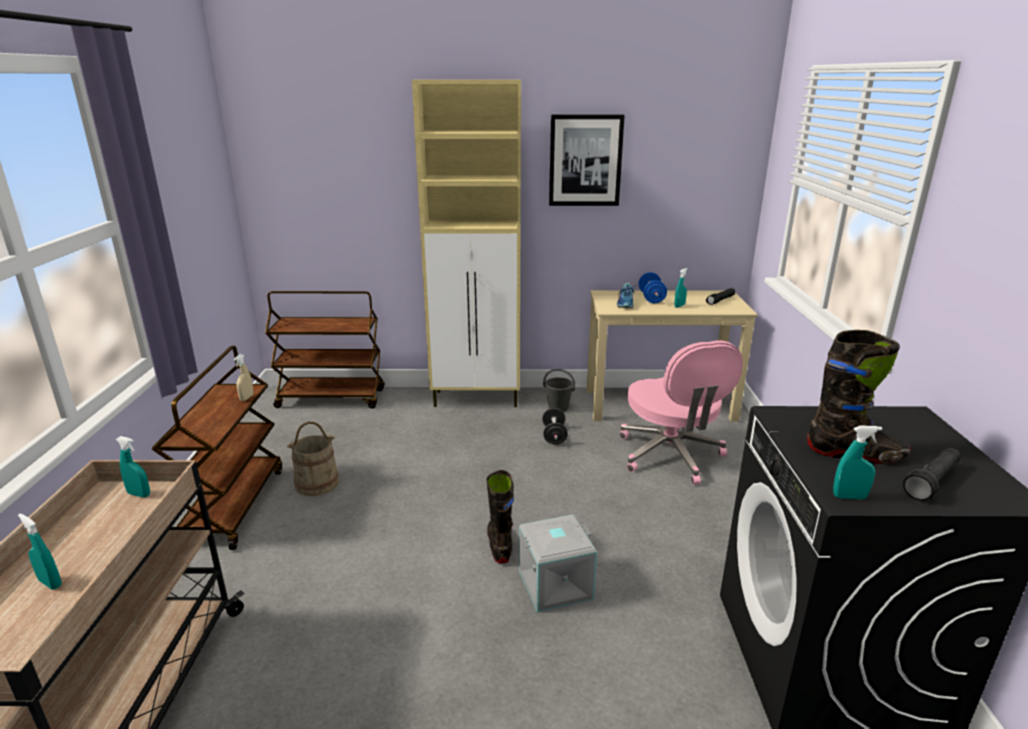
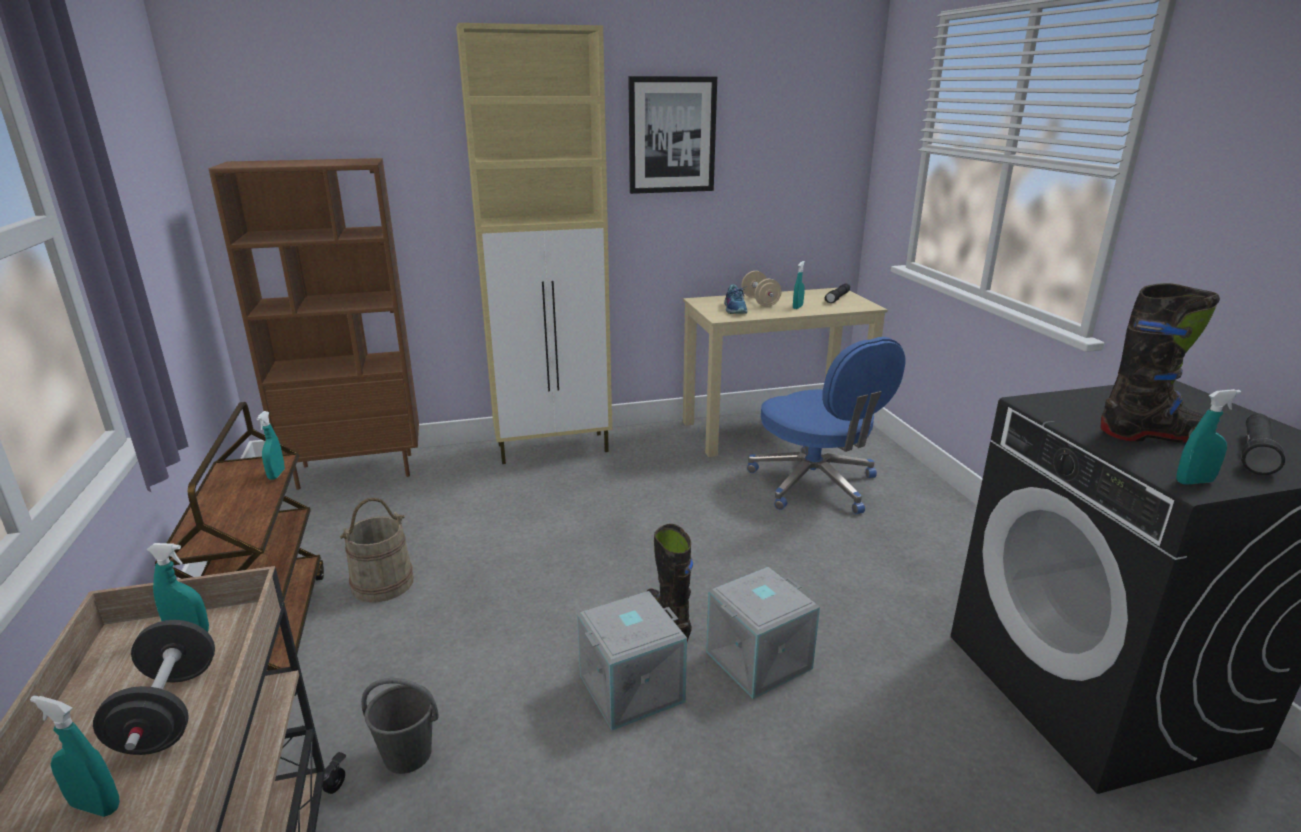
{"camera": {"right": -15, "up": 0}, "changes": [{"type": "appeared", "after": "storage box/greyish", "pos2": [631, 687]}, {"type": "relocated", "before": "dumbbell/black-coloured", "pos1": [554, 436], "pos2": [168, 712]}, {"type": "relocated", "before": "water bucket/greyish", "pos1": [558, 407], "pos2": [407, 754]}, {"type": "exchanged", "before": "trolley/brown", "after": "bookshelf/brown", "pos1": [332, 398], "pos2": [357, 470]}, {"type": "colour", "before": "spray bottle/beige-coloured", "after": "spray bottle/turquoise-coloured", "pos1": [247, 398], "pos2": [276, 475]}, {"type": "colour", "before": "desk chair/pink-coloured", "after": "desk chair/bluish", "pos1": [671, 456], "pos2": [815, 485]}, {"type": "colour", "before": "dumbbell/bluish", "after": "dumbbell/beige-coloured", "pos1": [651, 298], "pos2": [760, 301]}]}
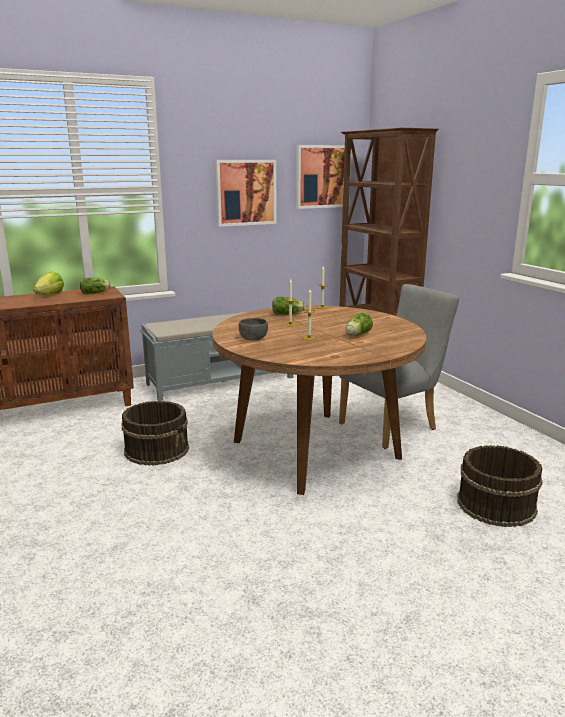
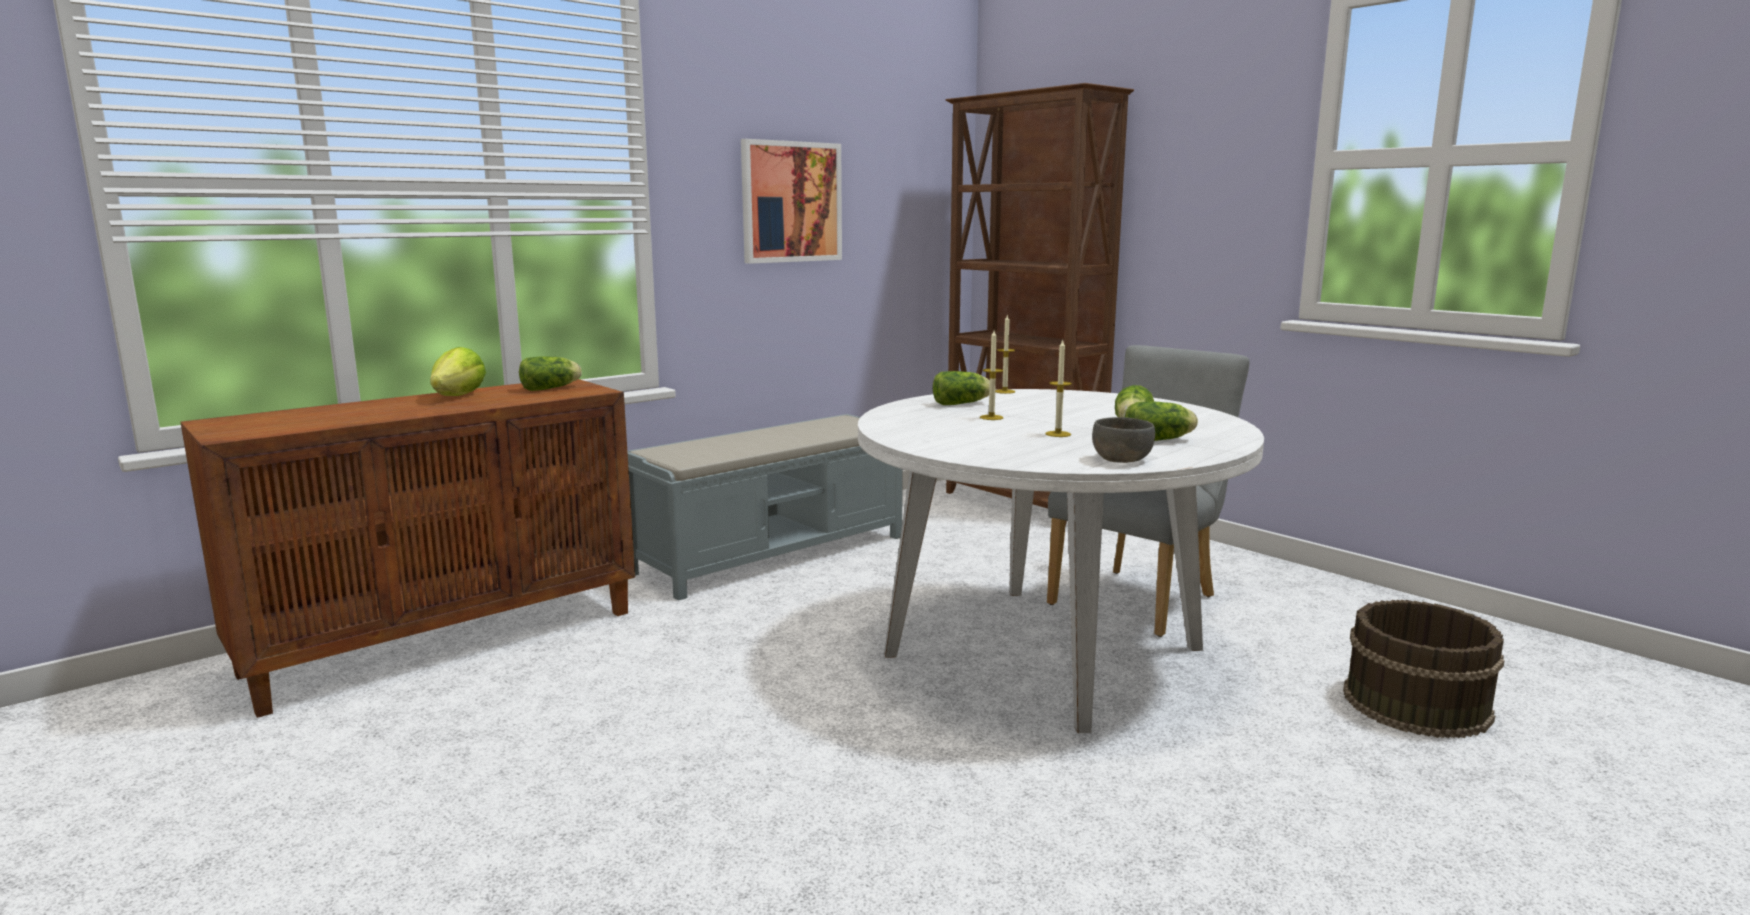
{"camera": {"right": -15, "up": -5}, "changes": [{"type": "missing", "before": "water bucket/brown", "pos1": [157, 449]}, {"type": "missing", "before": "wall picture", "pos1": [322, 176]}, {"type": "appeared", "after": "lettuce", "pos2": [1160, 440]}, {"type": "relocated", "before": "bowl/greyish", "pos1": [253, 338], "pos2": [1121, 459]}, {"type": "colour", "before": "dinner table/brown", "after": "dinner table/whitish", "pos1": [315, 449], "pos2": [1044, 651]}]}
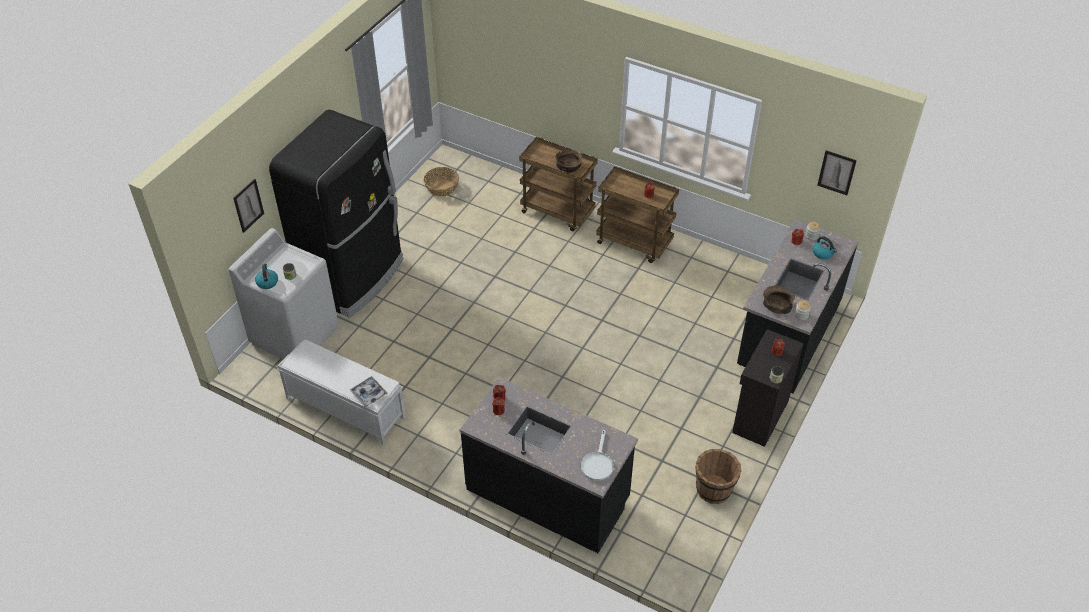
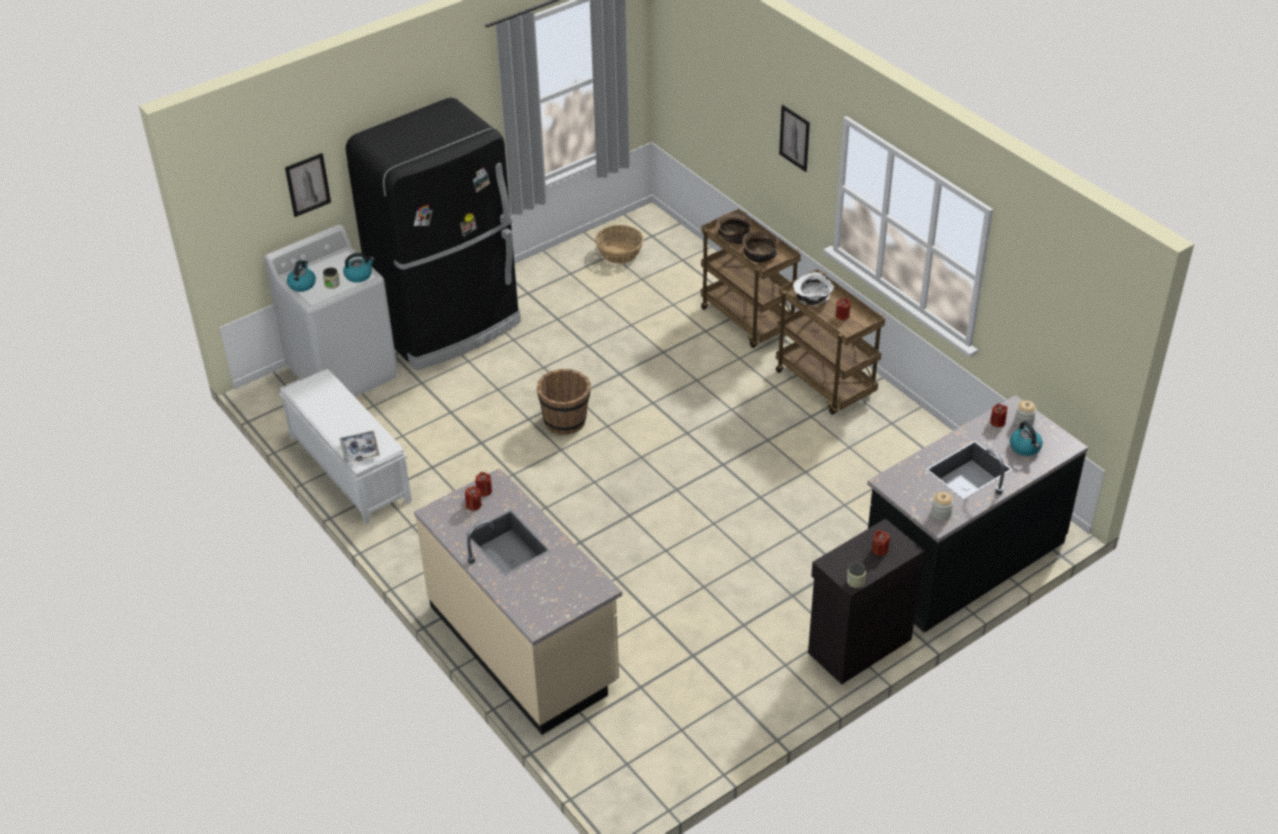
{"camera": {"right": 25, "up": -5}, "changes": [{"type": "missing", "before": "pan/whitish", "pos1": [597, 463]}, {"type": "appeared", "after": "kettle", "pos2": [359, 275]}, {"type": "appeared", "after": "bowl/whitish", "pos2": [812, 298]}, {"type": "relocated", "before": "water bucket/brown", "pos1": [714, 489], "pos2": [565, 421]}, {"type": "relocated", "before": "bowl/brown", "pos1": [776, 305], "pos2": [733, 235]}, {"type": "relocated", "before": "wall picture", "pos1": [836, 172], "pos2": [794, 138]}, {"type": "colour", "before": "kitchen base unit/black-coloured", "after": "kitchen base unit/beige-coloured", "pos1": [548, 494], "pos2": [524, 645]}]}
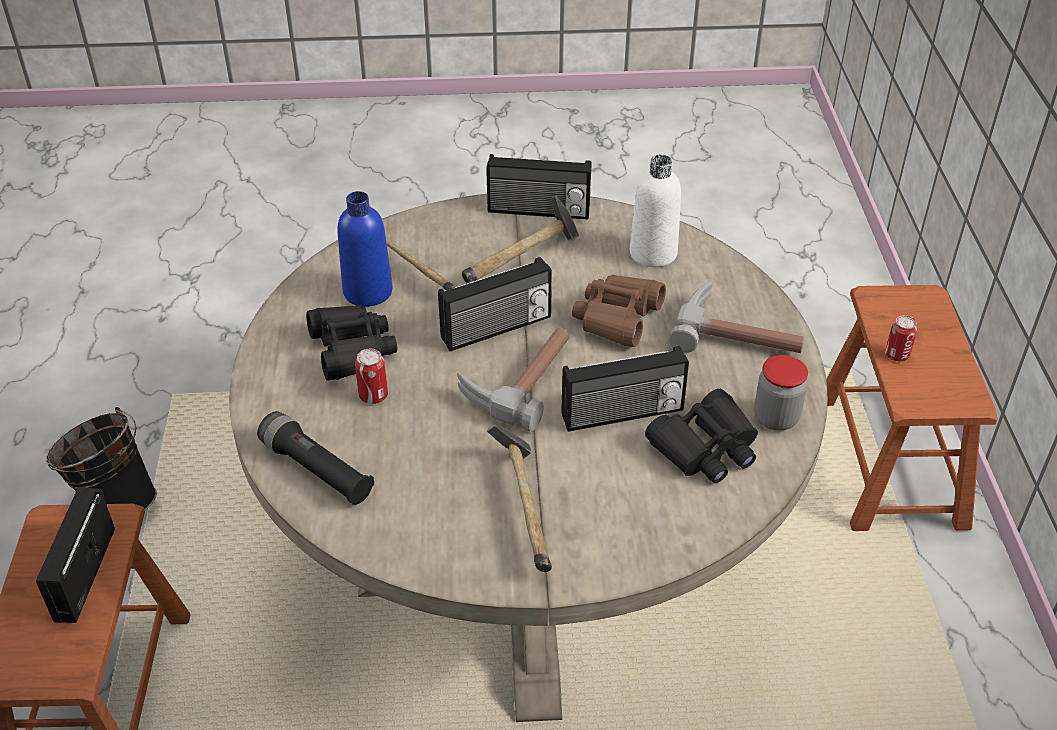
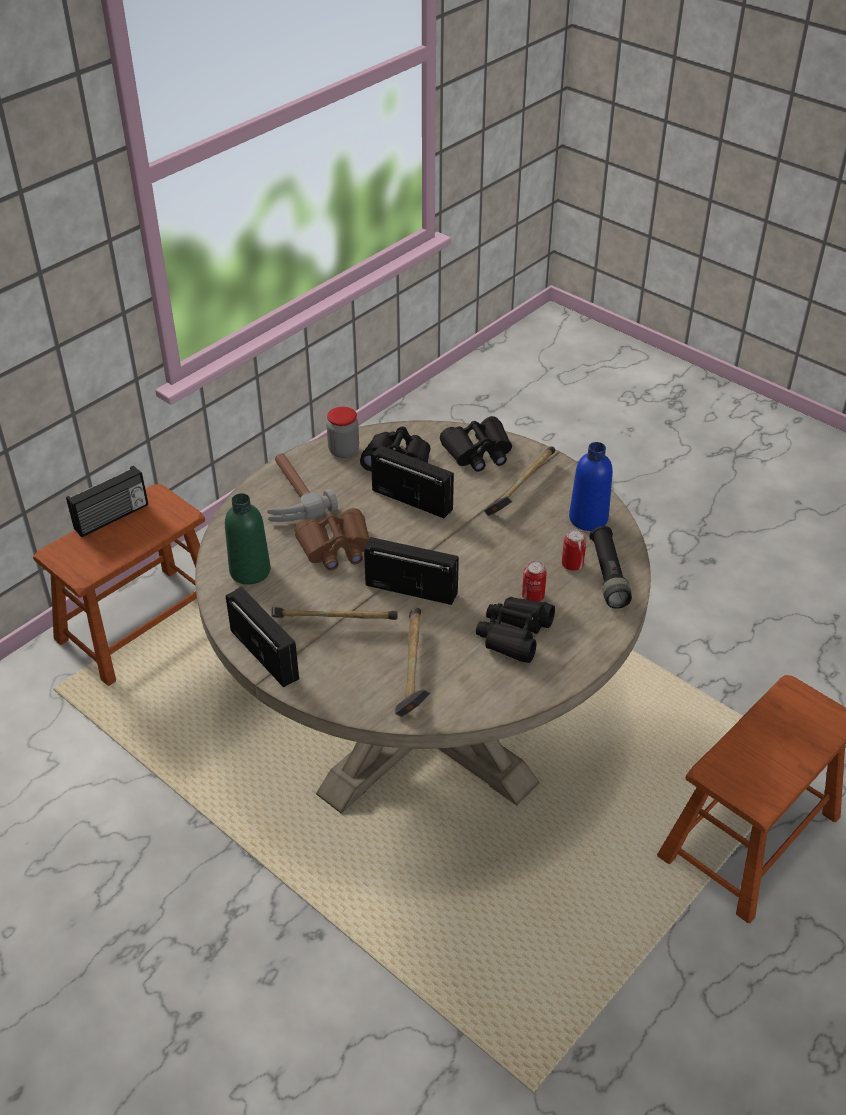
{"camera": {"right": -135, "up": 0}, "changes": [{"type": "missing", "before": "water bucket/black-coloured", "pos1": [115, 503]}, {"type": "missing", "before": "tool hammer", "pos1": [518, 379]}, {"type": "appeared", "after": "field glasses/black-coloured", "pos2": [478, 452]}, {"type": "relocated", "before": "radio set", "pos1": [83, 574], "pos2": [112, 518]}, {"type": "relocated", "before": "beverage bottle/bluish", "pos1": [368, 291], "pos2": [588, 518]}, {"type": "relocated", "before": "sealed can", "pos1": [897, 355], "pos2": [572, 564]}, {"type": "colour", "before": "beverage bottle/whitish", "after": "beverage bottle/greenish", "pos1": [653, 253], "pos2": [250, 571]}]}
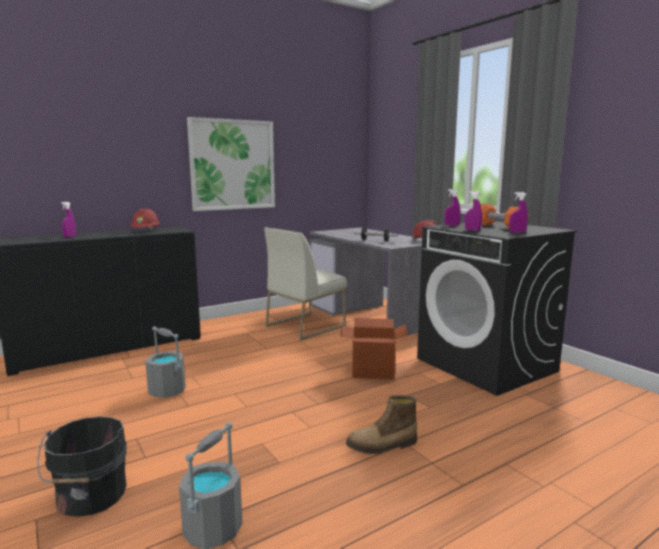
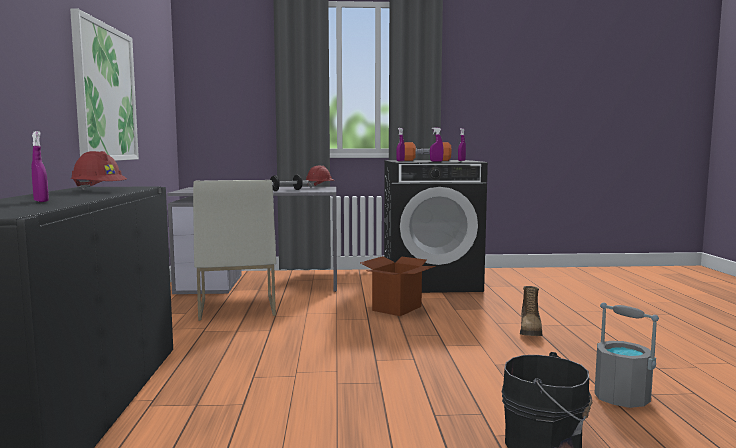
{"camera": {"right": -60, "up": -5}, "changes": [{"type": "missing", "before": "water bucket/greyish", "pos1": [167, 391]}]}
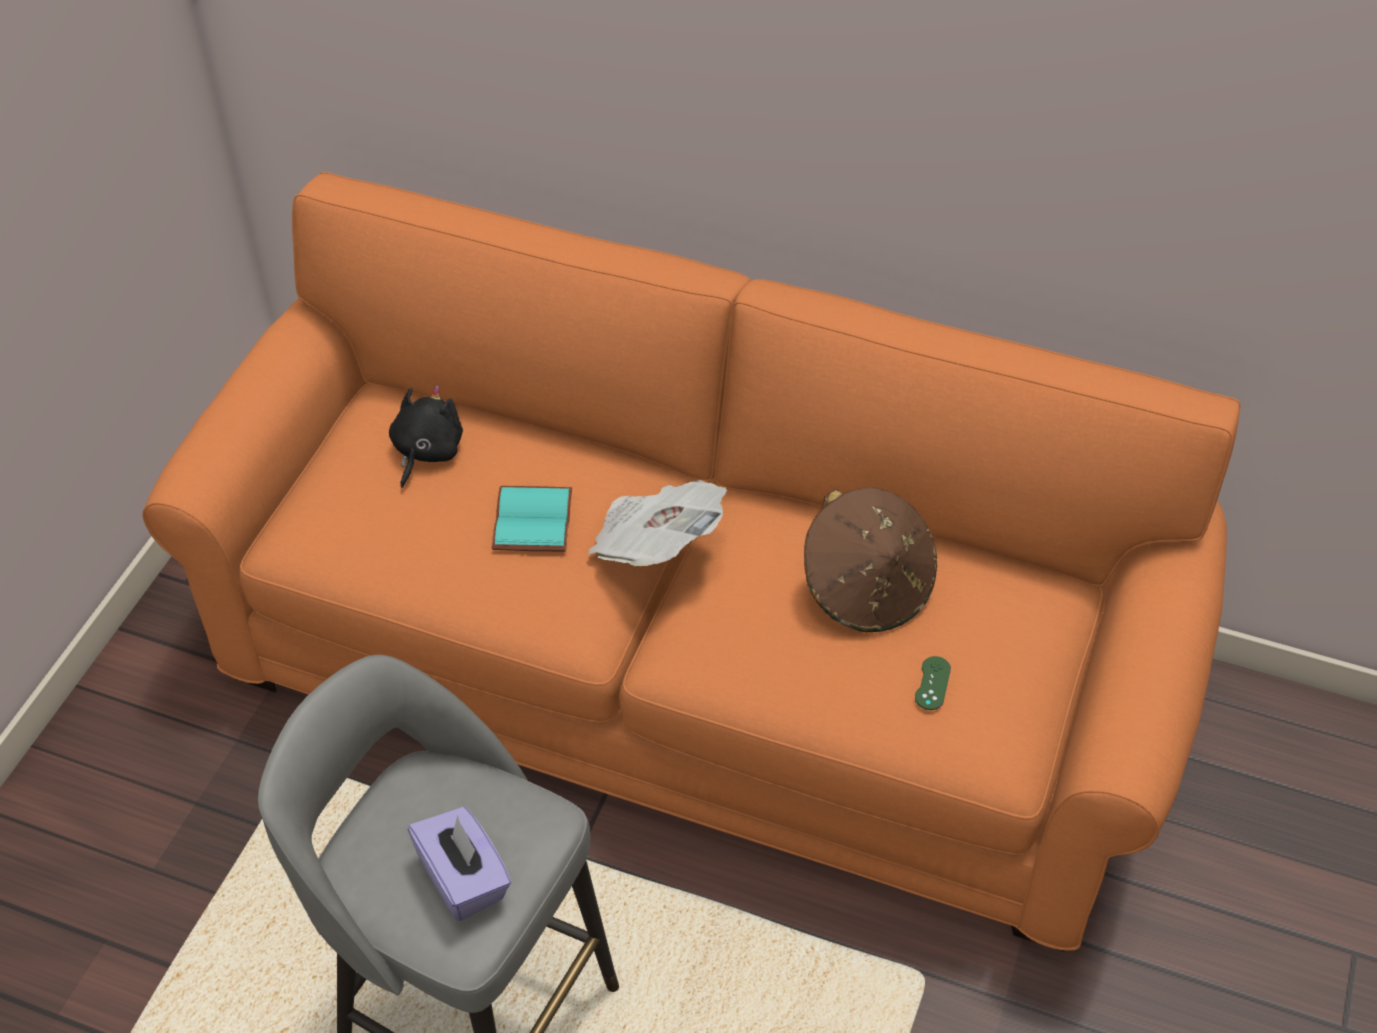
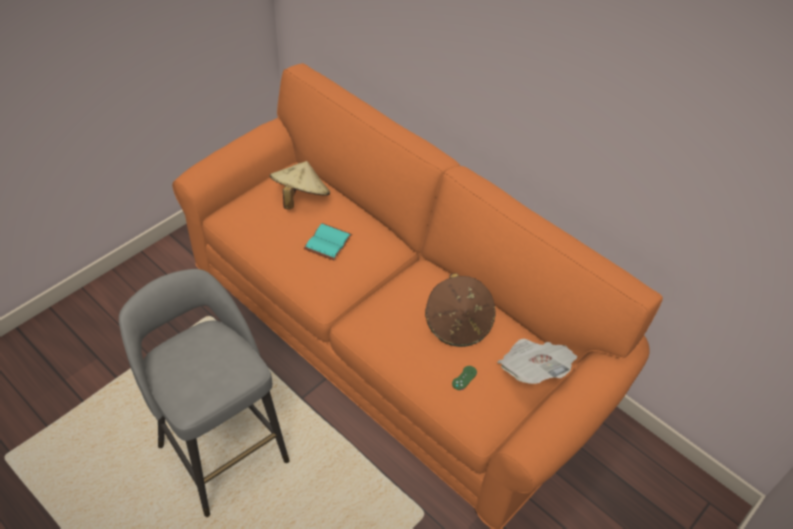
{"camera": {"right": 20, "up": 0}, "changes": [{"type": "missing", "before": "tissue box/purple", "pos1": [464, 879]}, {"type": "relocated", "before": "daily paper", "pos1": [656, 545], "pos2": [532, 370]}, {"type": "exchanged", "before": "plush toy/black-coloured", "after": "hat/beige-coloured", "pos1": [426, 452], "pos2": [300, 198]}]}
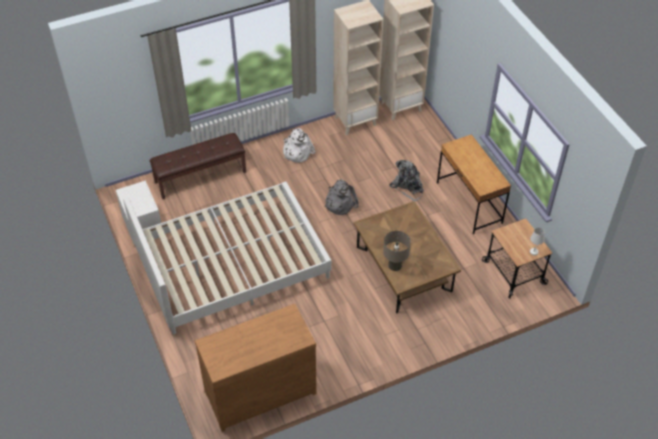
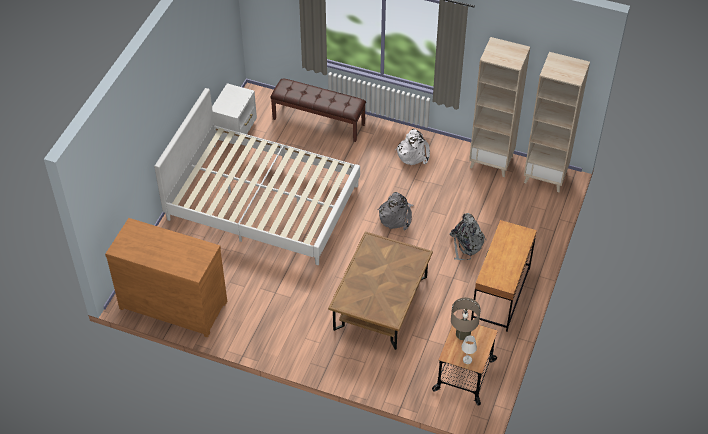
{"camera": {"right": 45, "up": 0}, "changes": [{"type": "relocated", "before": "lamp for a table/beige-coloured", "pos1": [395, 265], "pos2": [463, 334]}]}
